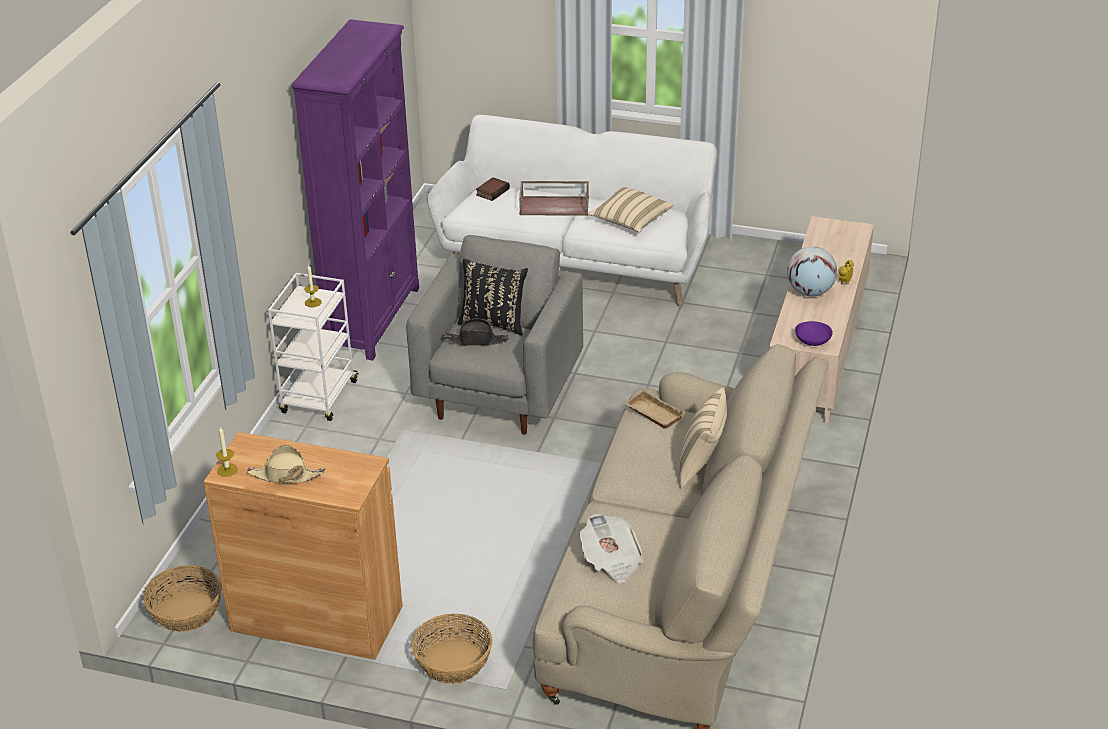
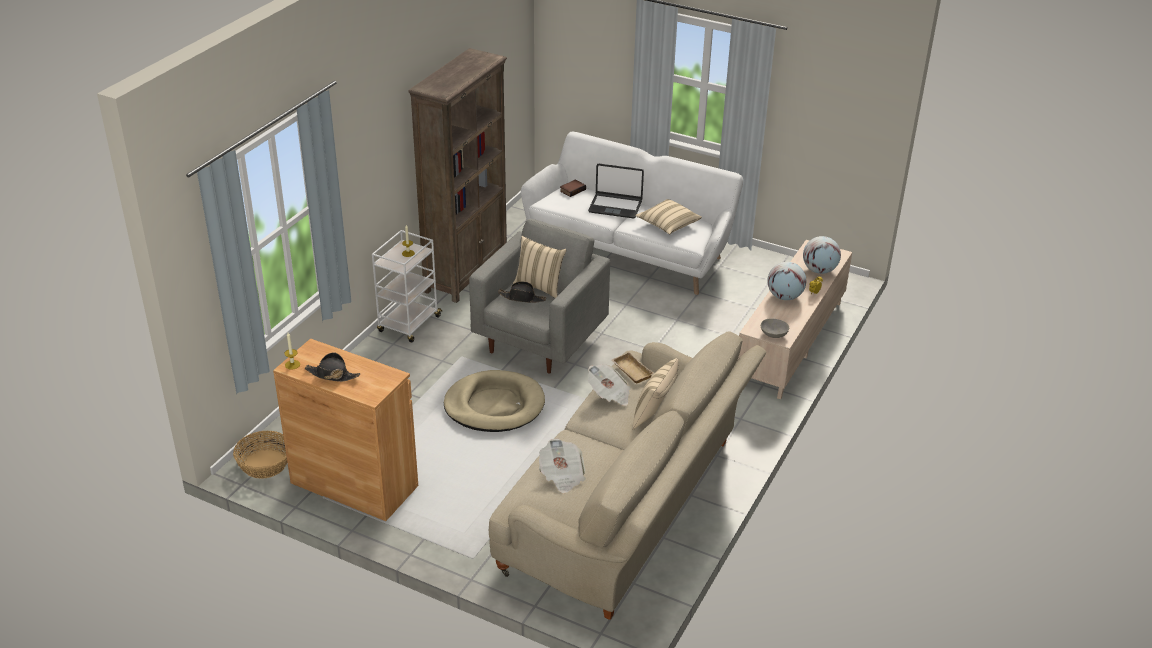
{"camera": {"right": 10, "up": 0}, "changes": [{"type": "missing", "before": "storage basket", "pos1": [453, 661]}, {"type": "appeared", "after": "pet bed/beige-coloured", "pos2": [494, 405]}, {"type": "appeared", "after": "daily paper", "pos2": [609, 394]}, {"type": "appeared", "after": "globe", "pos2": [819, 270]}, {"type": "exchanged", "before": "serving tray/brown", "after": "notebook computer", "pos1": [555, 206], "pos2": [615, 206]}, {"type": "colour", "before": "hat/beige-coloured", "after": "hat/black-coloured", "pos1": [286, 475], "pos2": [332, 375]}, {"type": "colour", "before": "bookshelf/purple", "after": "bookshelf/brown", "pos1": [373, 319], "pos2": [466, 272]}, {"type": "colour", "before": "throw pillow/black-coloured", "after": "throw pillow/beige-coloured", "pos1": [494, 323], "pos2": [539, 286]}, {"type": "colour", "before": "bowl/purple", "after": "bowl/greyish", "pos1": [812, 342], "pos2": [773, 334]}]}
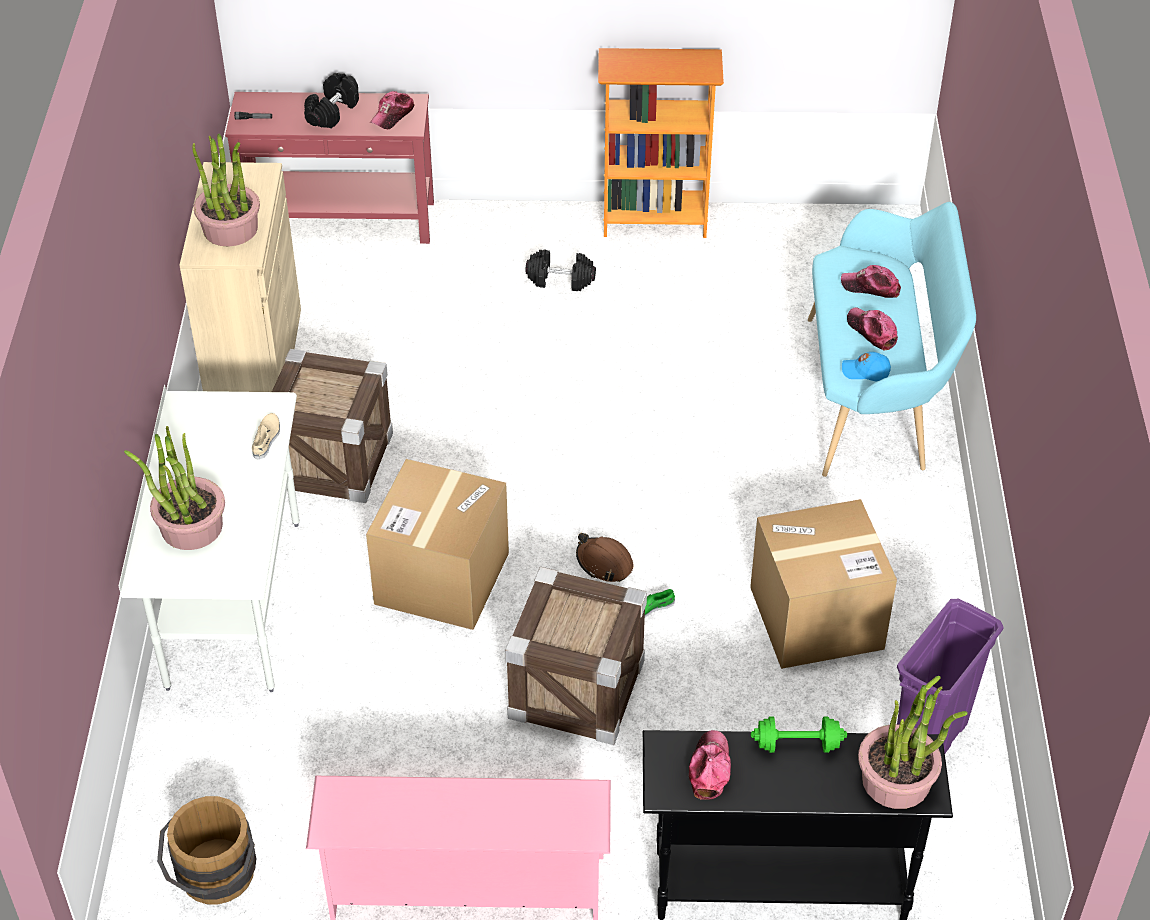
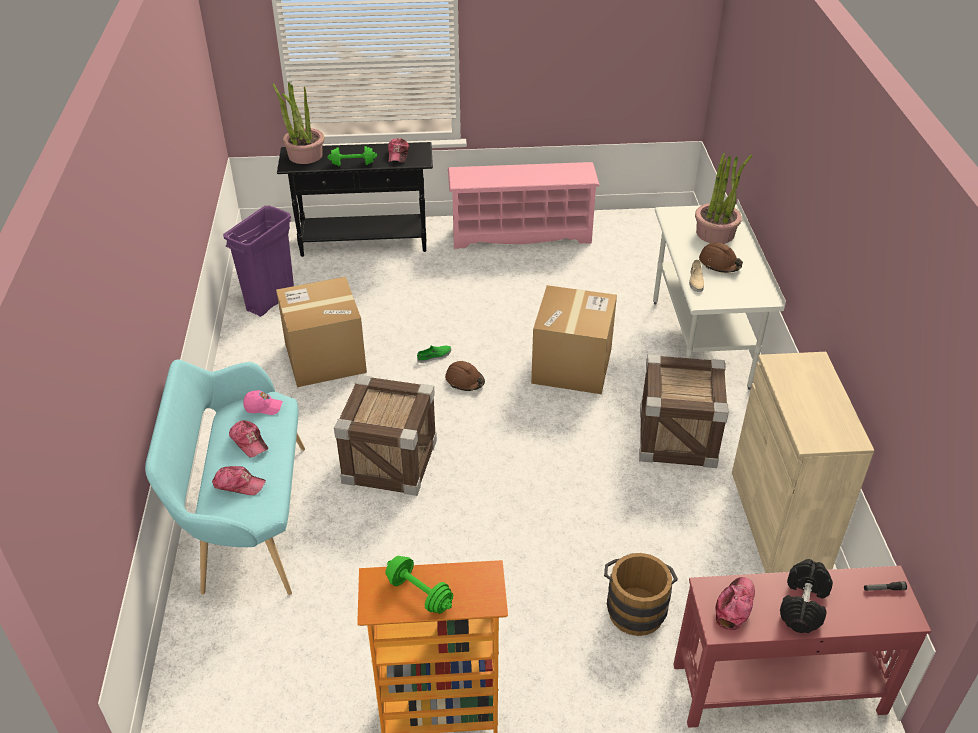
{"camera": {"right": 175, "up": -5}, "changes": [{"type": "missing", "before": "plant in a pot", "pos1": [230, 229]}, {"type": "missing", "before": "dumbbell/black-coloured", "pos1": [561, 280]}, {"type": "appeared", "after": "dumbbell/greenish", "pos2": [419, 593]}, {"type": "appeared", "after": "safety helmet/brown", "pos2": [719, 264]}, {"type": "relocated", "before": "water bucket/brown", "pos1": [215, 879], "pos2": [635, 607]}, {"type": "relocated", "before": "shipping crate", "pos1": [576, 689], "pos2": [390, 462]}, {"type": "colour", "before": "baseball cap/bluish", "after": "baseball cap/pink-coloured", "pos1": [865, 372], "pos2": [263, 407]}]}
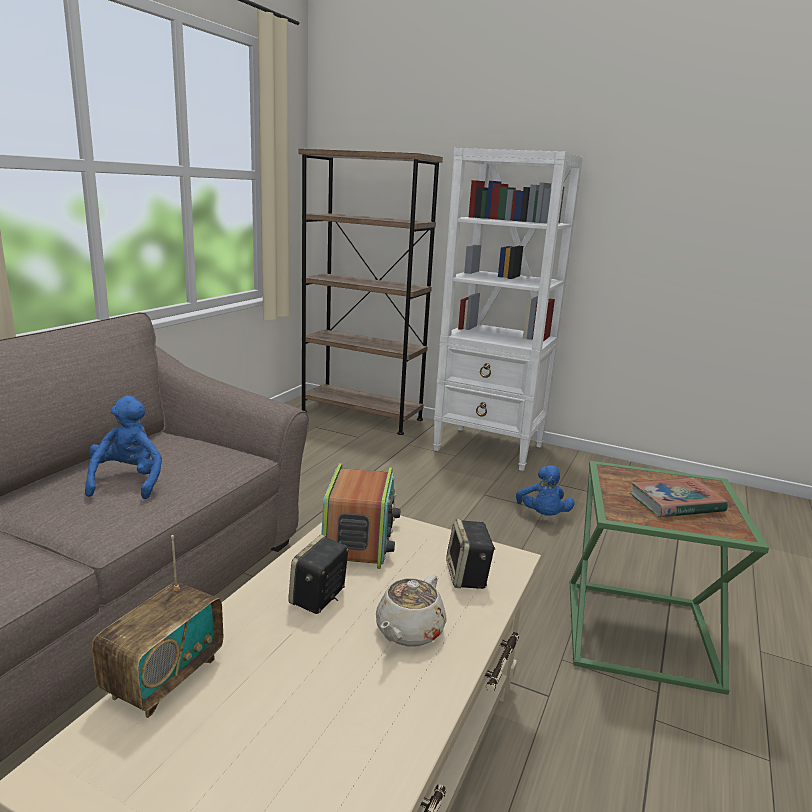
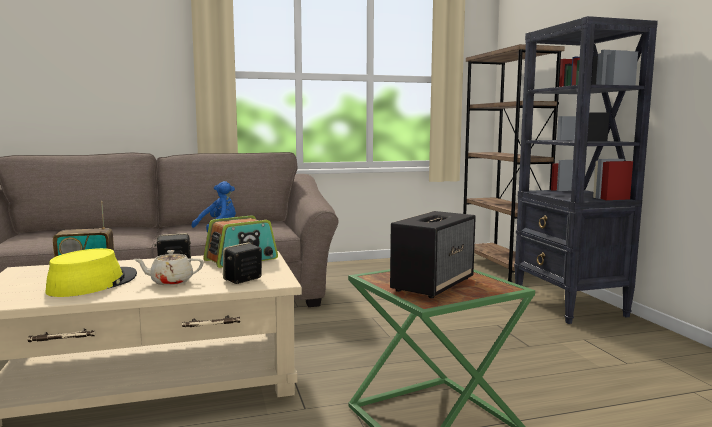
{"camera": {"right": 50, "up": -10}, "changes": [{"type": "missing", "before": "plush toy/bluish", "pos1": [542, 516]}, {"type": "appeared", "after": "hat/yellow-coloured", "pos2": [93, 283]}, {"type": "exchanged", "before": "bound book", "after": "audio speaker", "pos1": [676, 503], "pos2": [433, 284]}, {"type": "colour", "before": "bookshelf/whitish", "after": "bookshelf/black-coloured", "pos1": [489, 448], "pos2": [569, 306]}]}
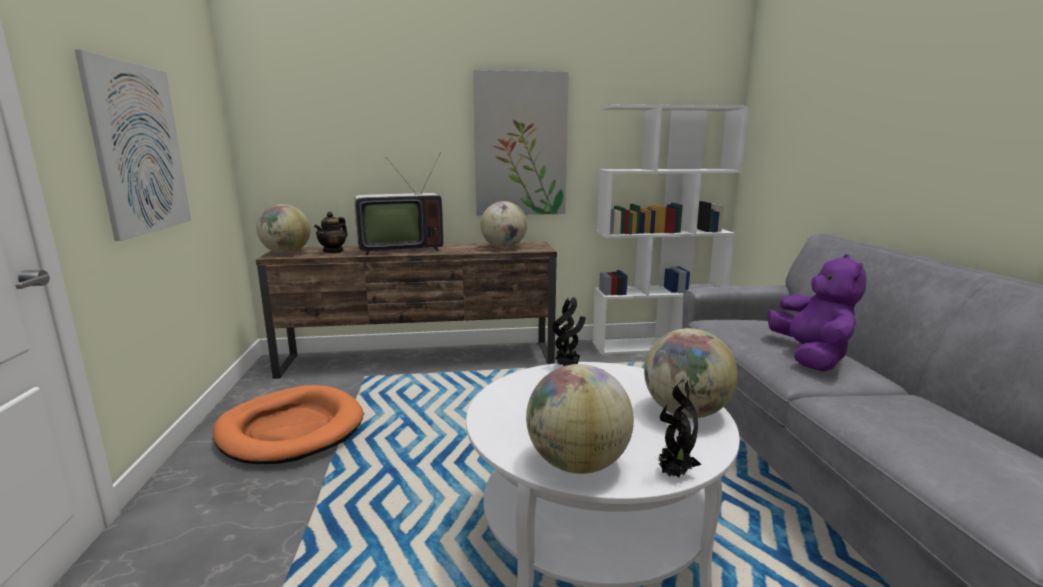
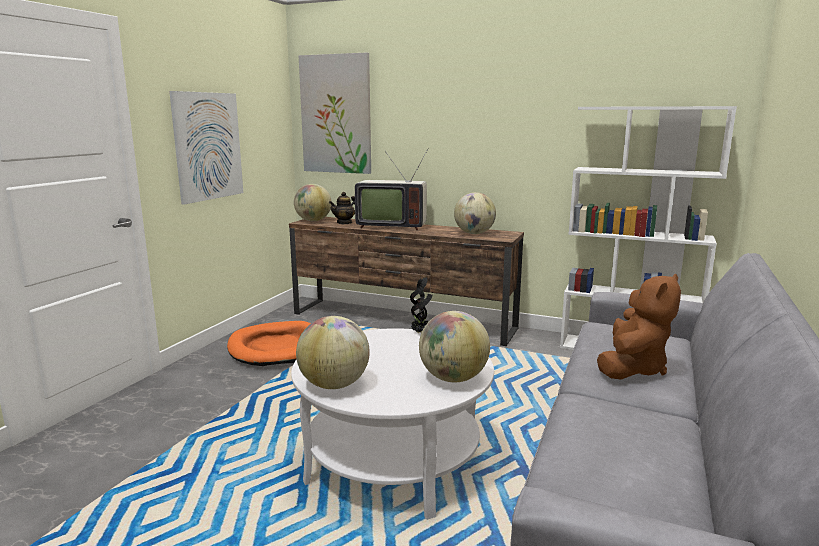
{"camera": {"right": 30, "up": 0}, "changes": [{"type": "missing", "before": "plant in a pot", "pos1": [674, 474]}, {"type": "relocated", "before": "wall picture", "pos1": [520, 145], "pos2": [336, 114]}, {"type": "colour", "before": "plush toy/purple", "after": "plush toy/brown", "pos1": [810, 357], "pos2": [632, 368]}]}
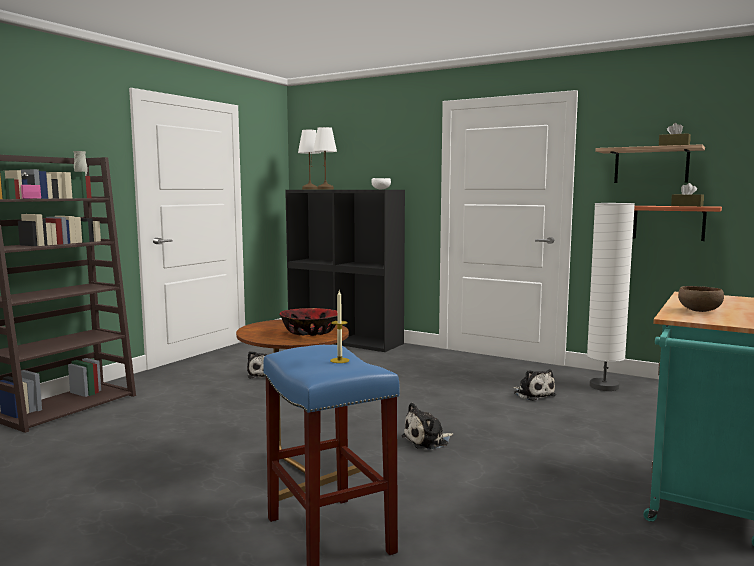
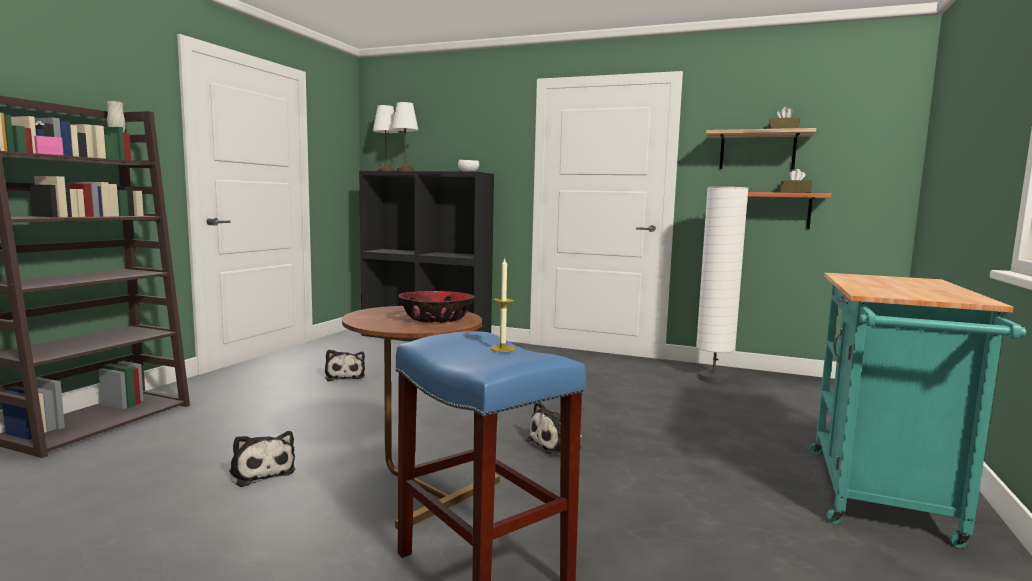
{"camera": {"right": -10, "up": 0}, "changes": [{"type": "missing", "before": "bowl/brown", "pos1": [698, 310]}, {"type": "relocated", "before": "plush toy", "pos1": [533, 394], "pos2": [261, 472]}]}
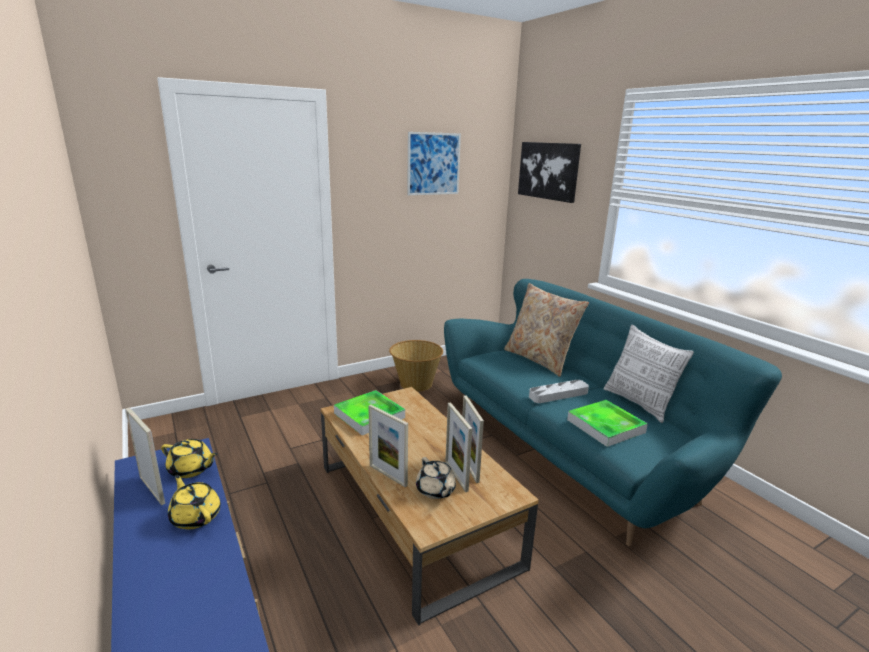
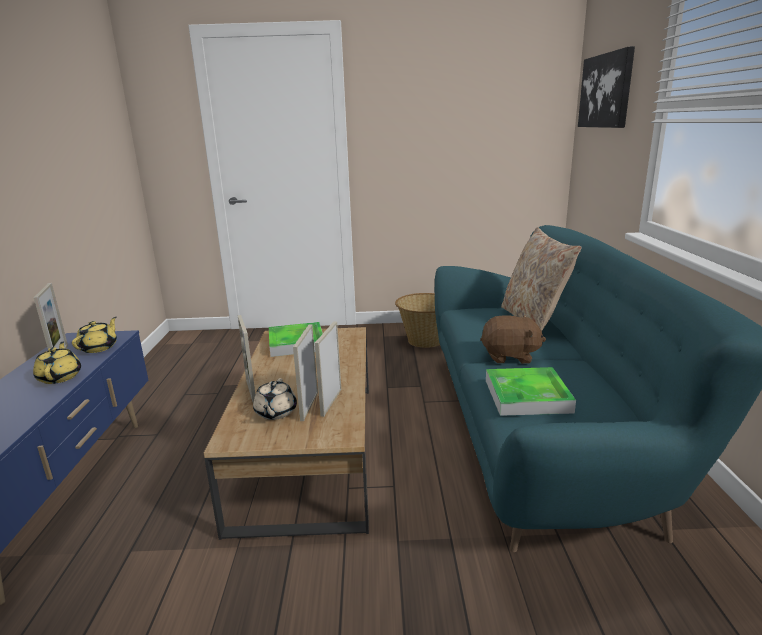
{"camera": {"right": 30, "up": 0}, "changes": [{"type": "missing", "before": "wall picture", "pos1": [433, 164]}, {"type": "missing", "before": "throw pillow", "pos1": [639, 403]}, {"type": "exchanged", "before": "serving tray/greyish", "after": "plush toy/brown", "pos1": [558, 394], "pos2": [510, 356]}, {"type": "spun", "before": "teapot/yellow-coloured", "pos1": [191, 469], "pos2": [99, 347], "turn": -120}]}
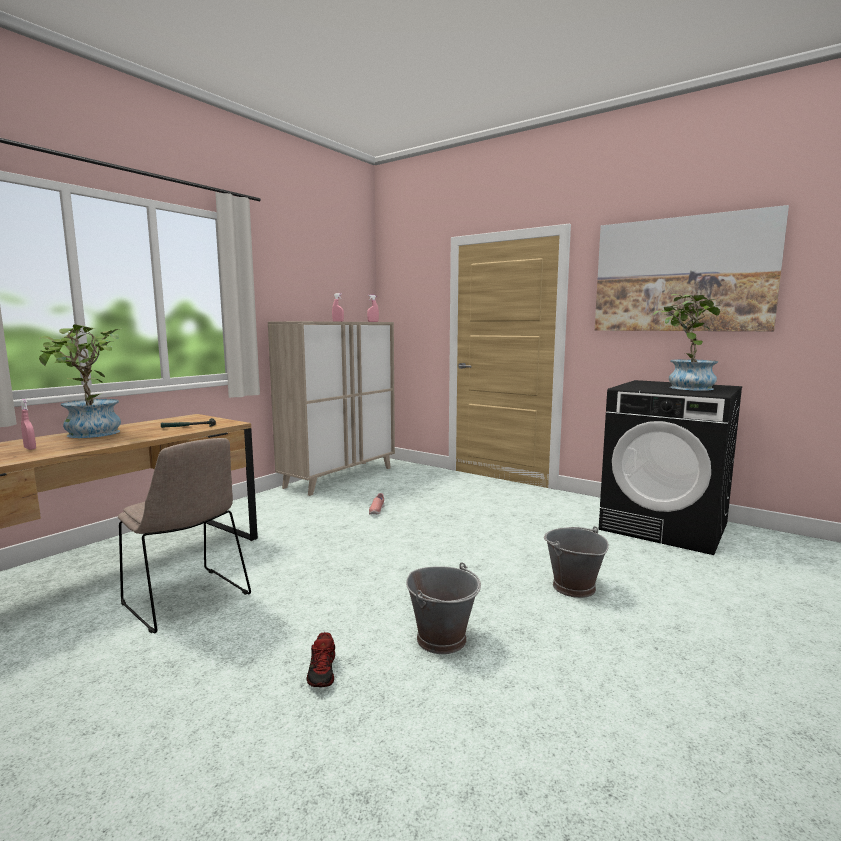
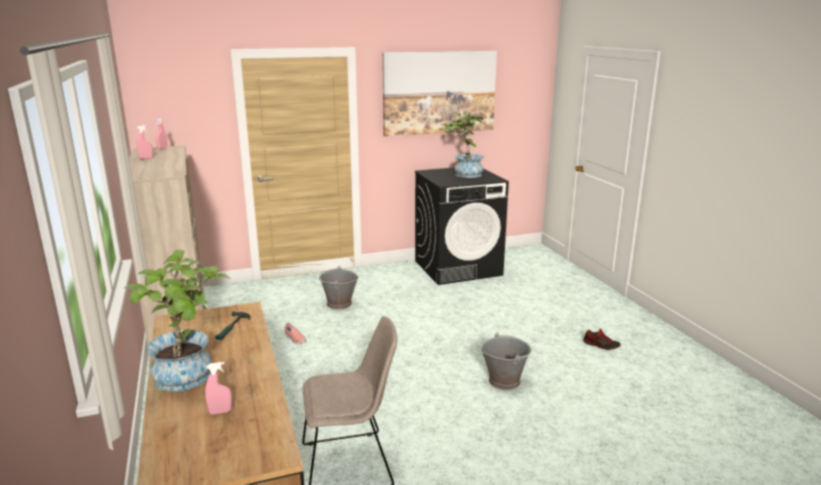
{"camera": {"right": -55, "up": 10}, "changes": [{"type": "relocated", "before": "item of footwear", "pos1": [323, 671], "pos2": [601, 345]}, {"type": "relocated", "before": "water bucket/greyish", "pos1": [573, 587], "pos2": [339, 304]}]}
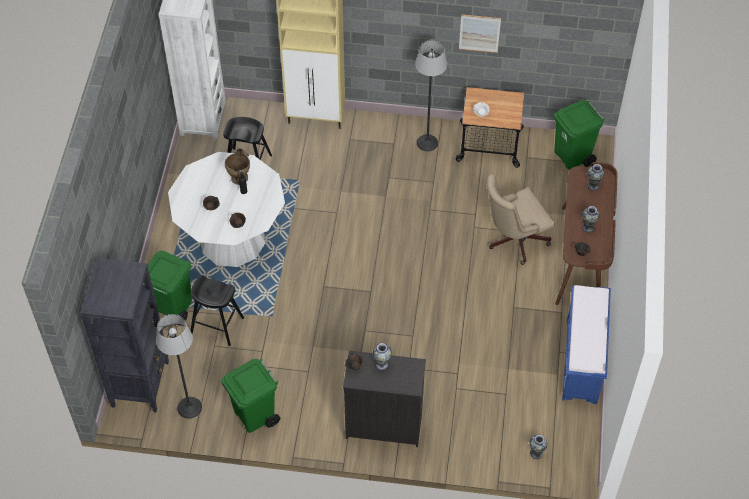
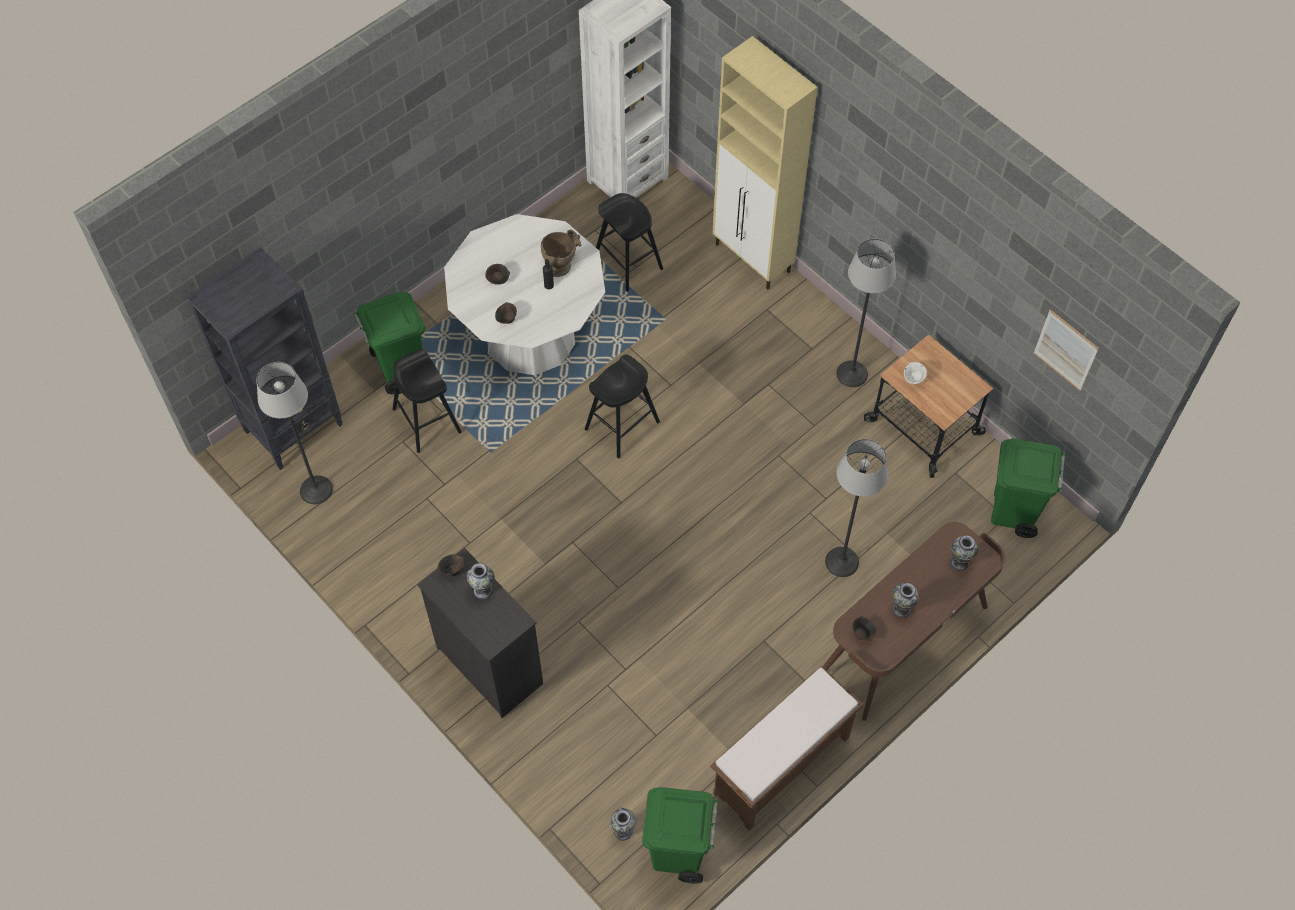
{"camera": {"right": 40, "up": 5}, "changes": [{"type": "appeared", "after": "stool seat/black-coloured", "pos2": [622, 425]}, {"type": "relocated", "before": "rubbish bin/greenish", "pos1": [255, 415], "pos2": [678, 852]}, {"type": "relocated", "before": "wall picture", "pos1": [479, 33], "pos2": [1065, 350]}, {"type": "exchanged", "before": "desk chair/beige-coloured", "after": "standard lamp", "pos1": [513, 240], "pos2": [842, 561]}, {"type": "colour", "before": "bench/bluish", "after": "bench/brown", "pos1": [582, 362], "pos2": [780, 767]}]}
